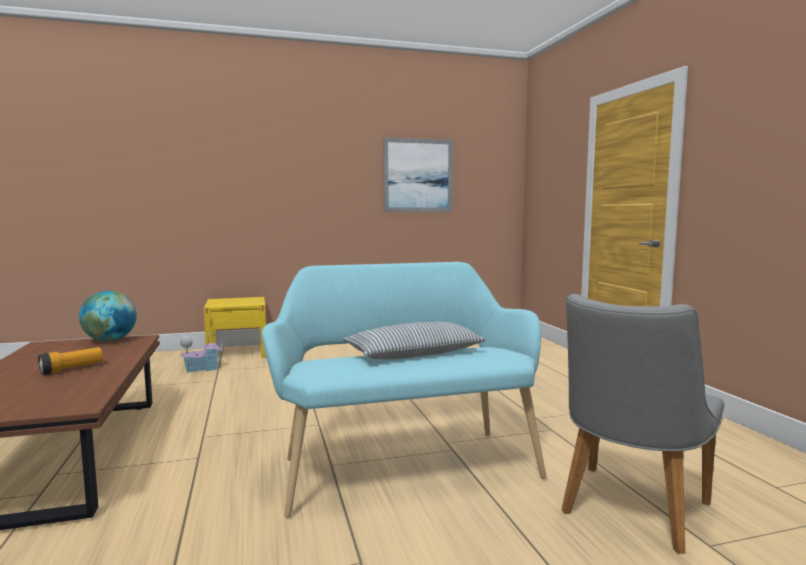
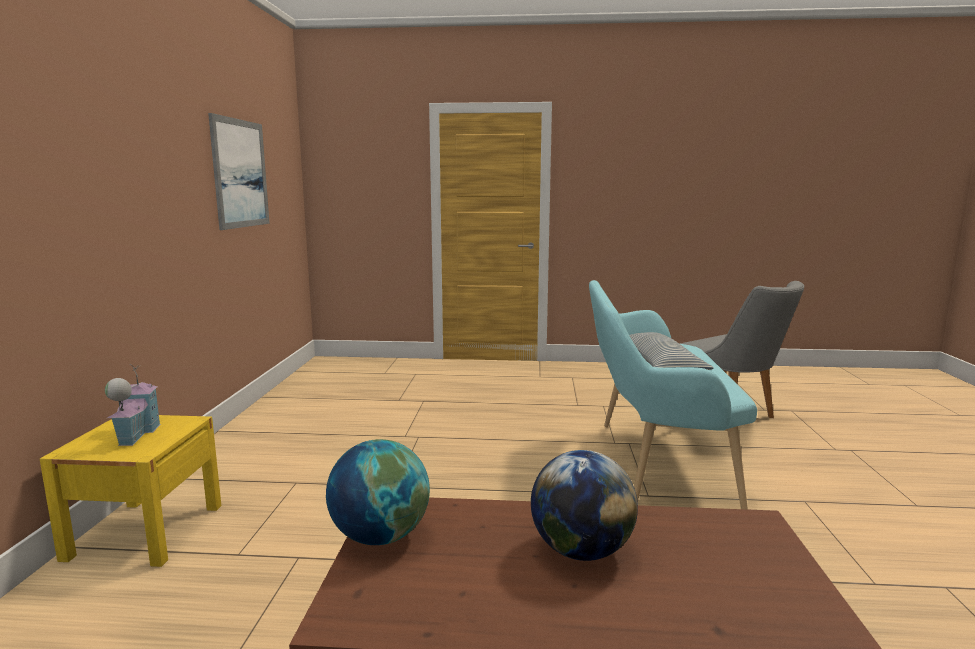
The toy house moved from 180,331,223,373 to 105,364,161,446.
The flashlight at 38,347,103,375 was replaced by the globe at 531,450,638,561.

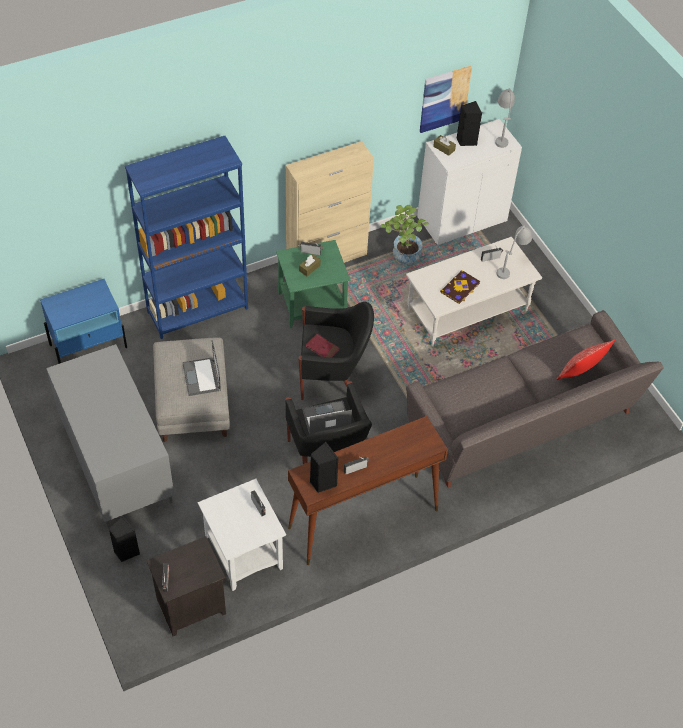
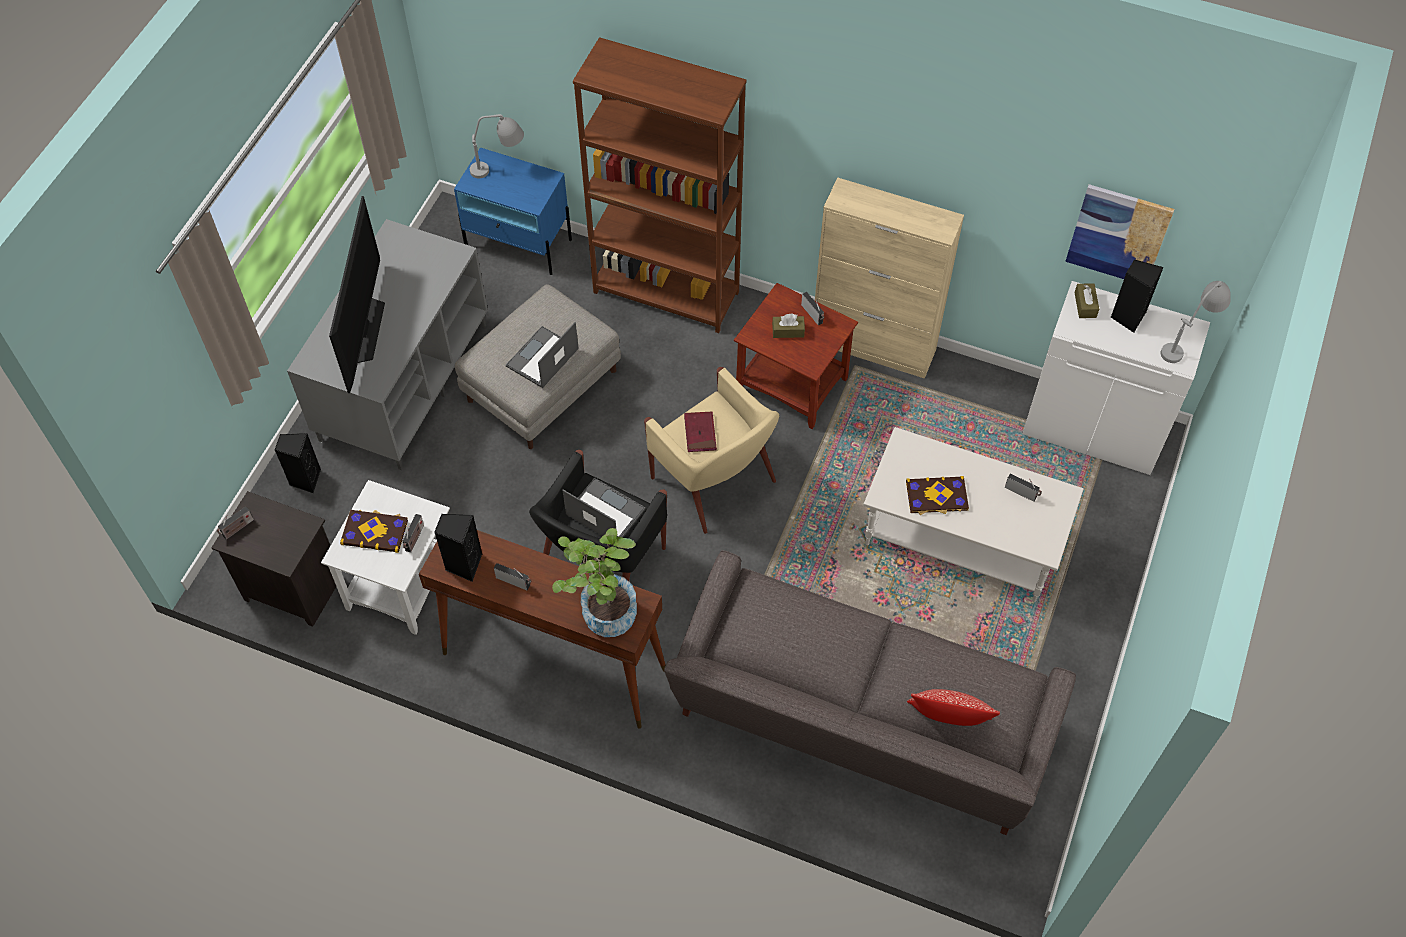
The bookcase in blue at 125,136,248,339 became the bookcase in brown at 573,37,747,333.
The potted plant moved from 380,205,429,265 to 552,528,637,637.
The table lamp in grey moved from 497,225,532,279 to 470,114,524,179.
The side table in green at 276,240,350,328 became the side table in brown at 734,283,858,429.
The armchair in black at 298,302,374,400 became the armchair in beige at 644,367,779,534.
The television at 329,196,385,393 appeared.
The book at 340,510,408,553 appeared.

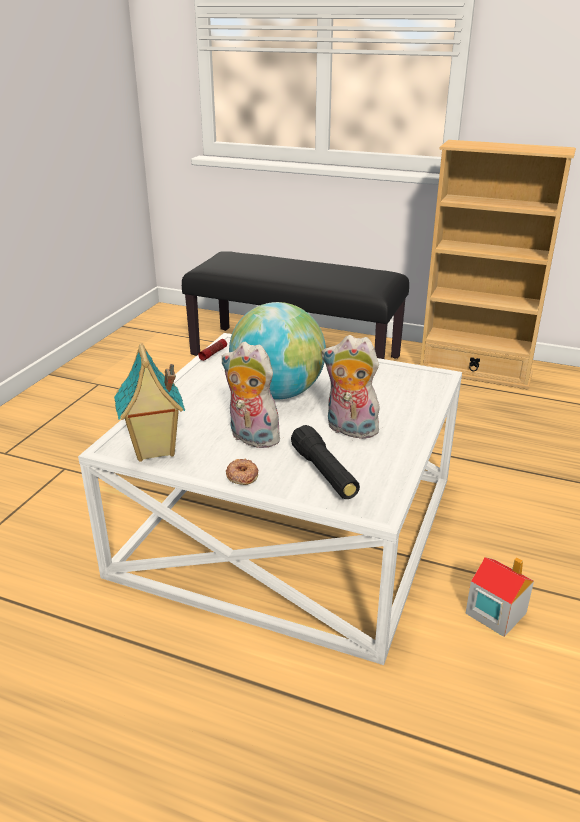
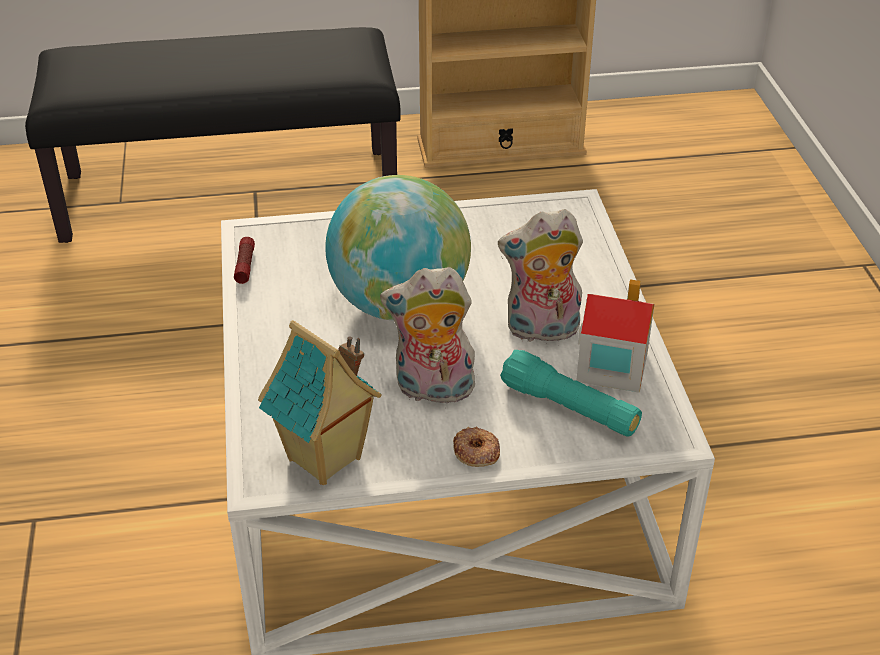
The flashlight in black at 291,425,360,499 became the flashlight in turquoise at 500,350,642,437.
The toy house moved from 465,557,534,637 to 576,279,655,393.

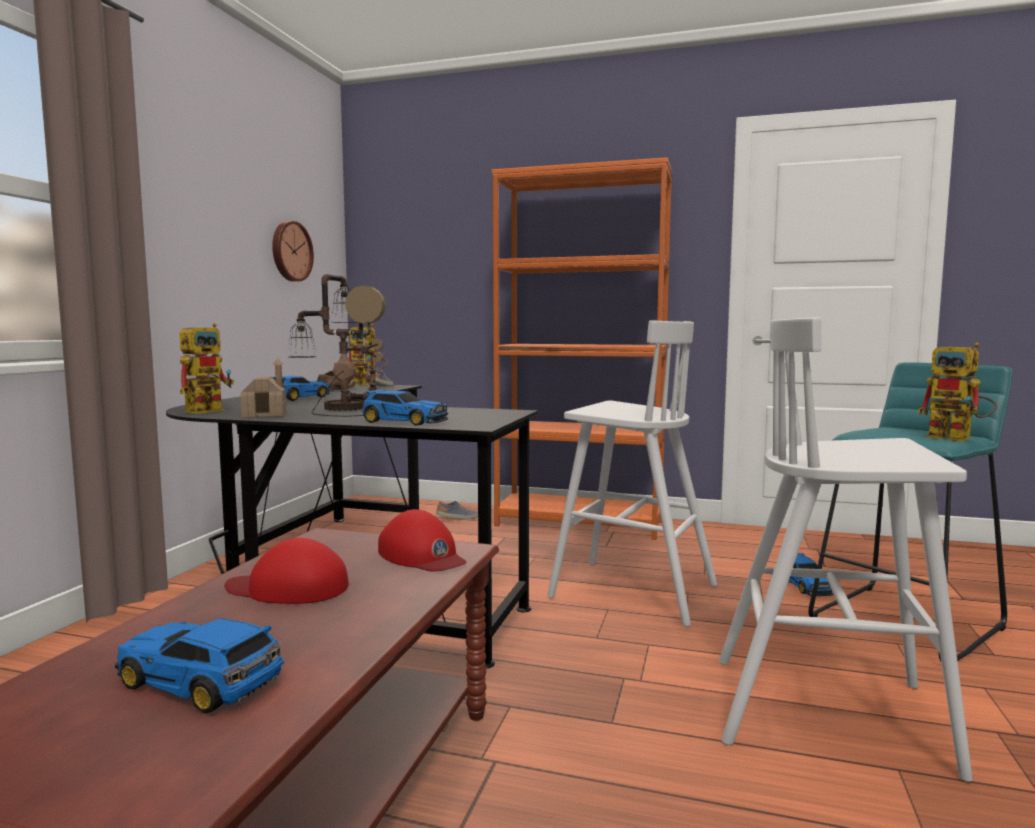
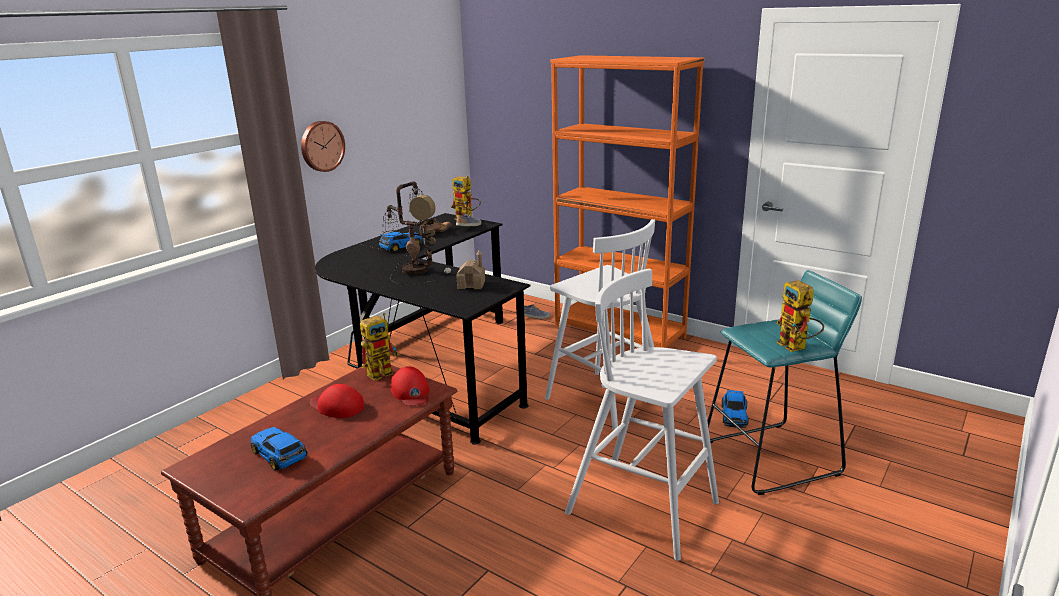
The wall clock moved from 272,221,314,282 to 301,121,345,172.
The toy robot moved from 179,323,234,414 to 360,313,399,381.
The toy house moved from 241,358,286,418 to 457,250,485,289.
The toy car at 361,389,448,426 disappeared.

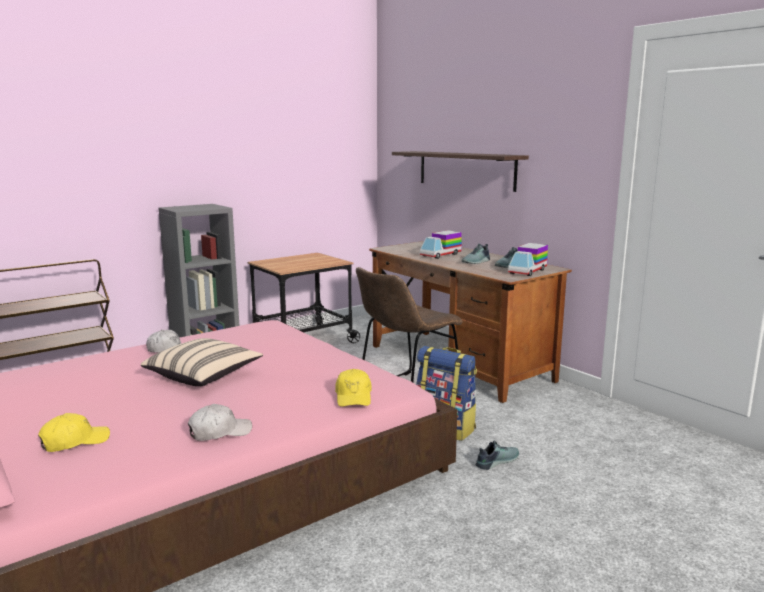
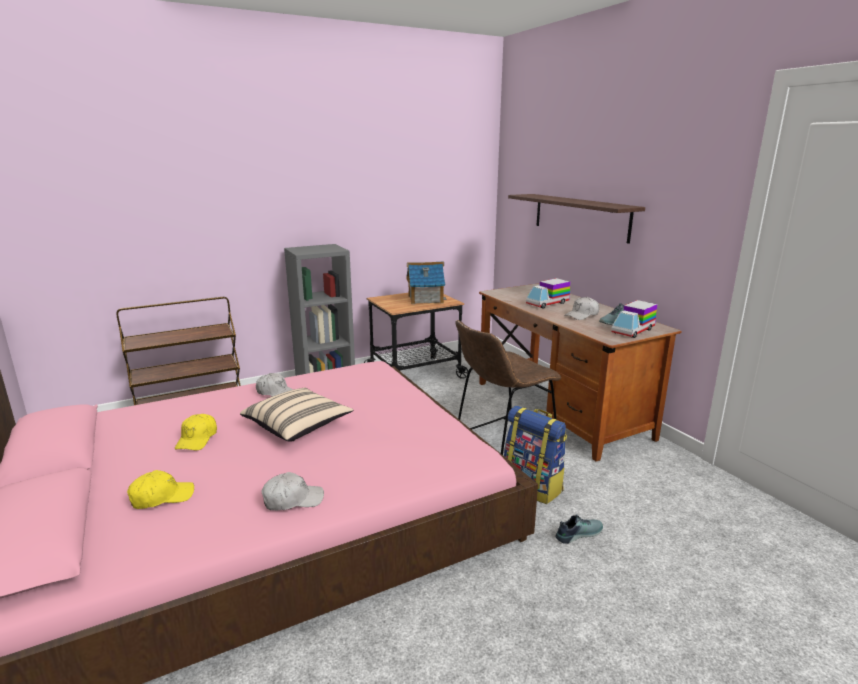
The shoe at 462,244,490,264 was replaced by the cap in white at 565,297,599,320.
The cap in yellow moved from 335,369,371,407 to 175,414,217,451.
The toy house at 406,261,447,305 appeared.

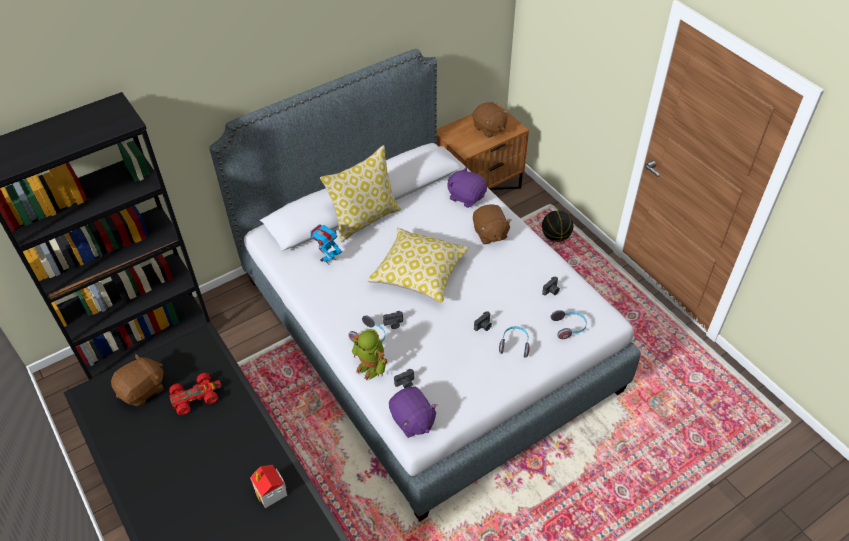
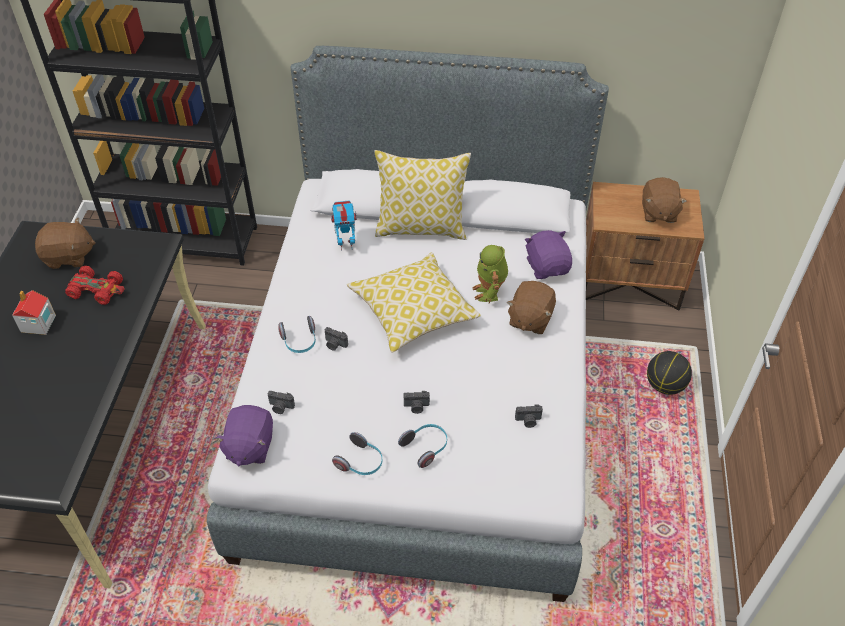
The headphones moved from 551,310,587,339 to 332,432,382,475.
The toy robot moved from 352,329,387,380 to 472,245,508,303.
The toy house moved from 250,465,287,508 to 12,290,56,335.

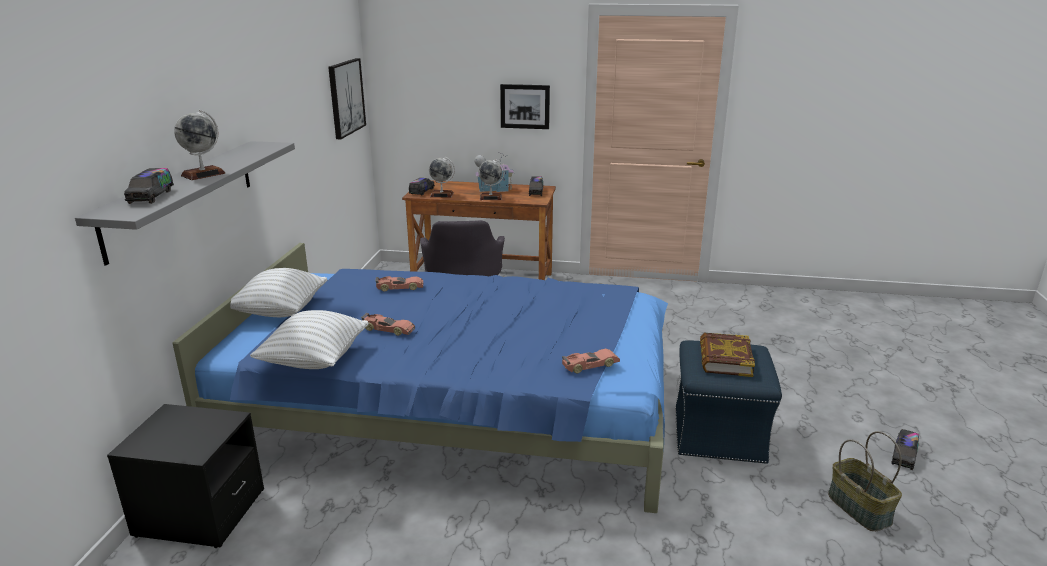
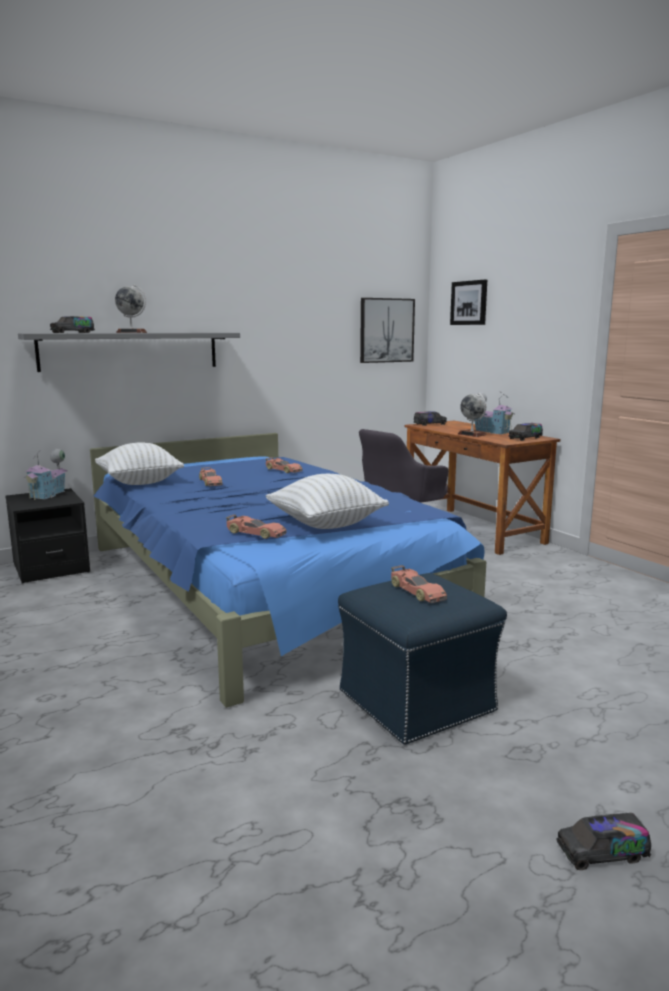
The picture moved from 500,84,550,129 to 450,280,487,325.
The globe at 429,157,455,198 disappeared.
The pillow in white moved from 230,268,327,317 to 266,474,389,529.
The book at 700,333,755,377 was replaced by the toy car at 391,565,447,603.
The basket at 828,431,902,531 disappeared.
The toy house at 24,449,67,500 appeared.

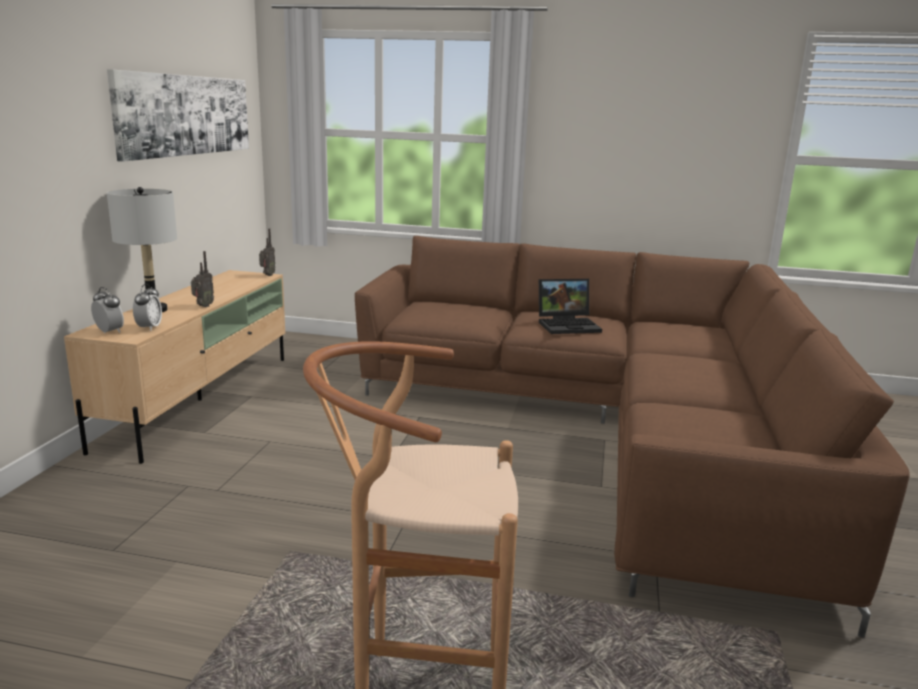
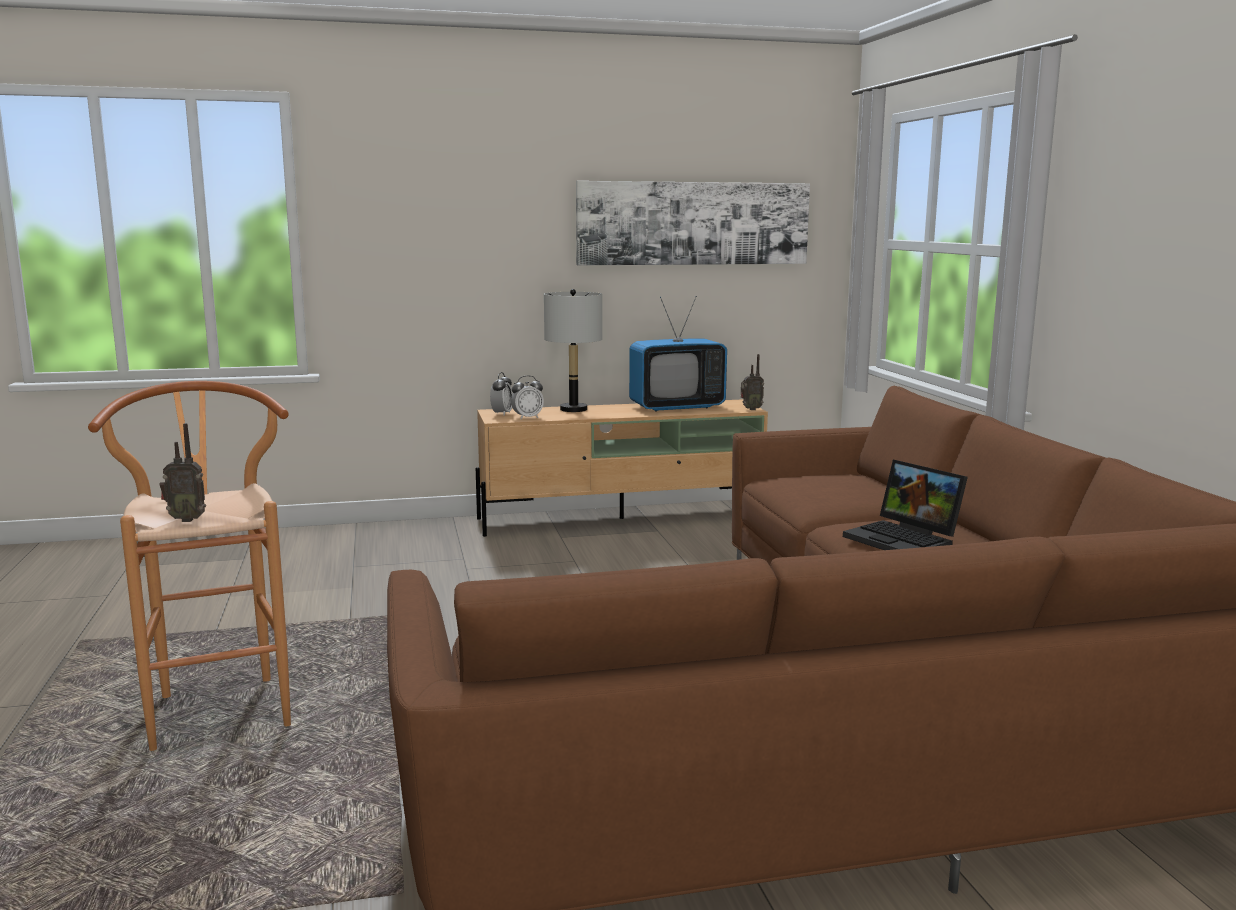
The radio moved from 191,251,214,307 to 160,423,206,522.
The television at 629,296,727,411 appeared.

